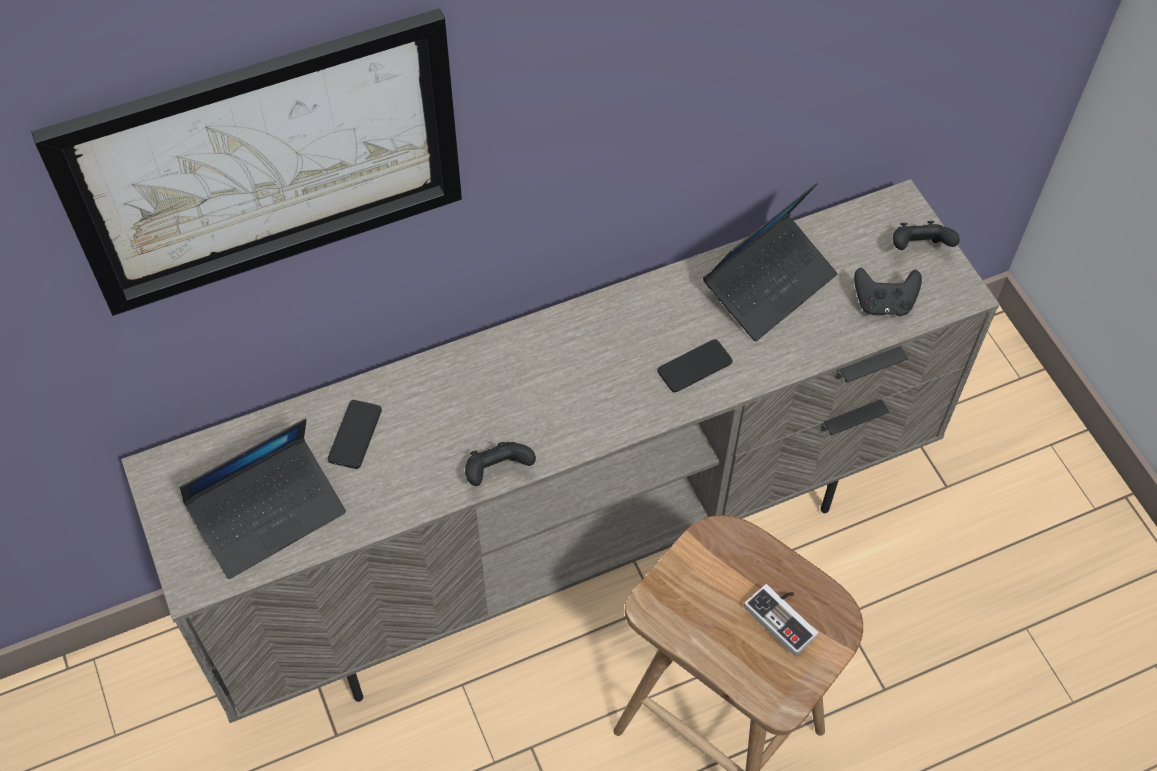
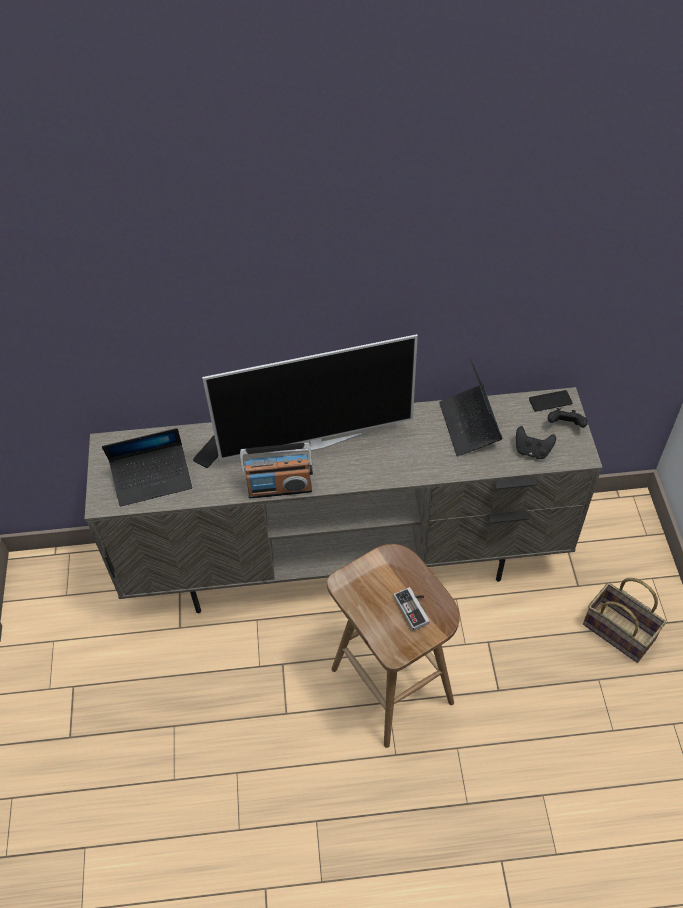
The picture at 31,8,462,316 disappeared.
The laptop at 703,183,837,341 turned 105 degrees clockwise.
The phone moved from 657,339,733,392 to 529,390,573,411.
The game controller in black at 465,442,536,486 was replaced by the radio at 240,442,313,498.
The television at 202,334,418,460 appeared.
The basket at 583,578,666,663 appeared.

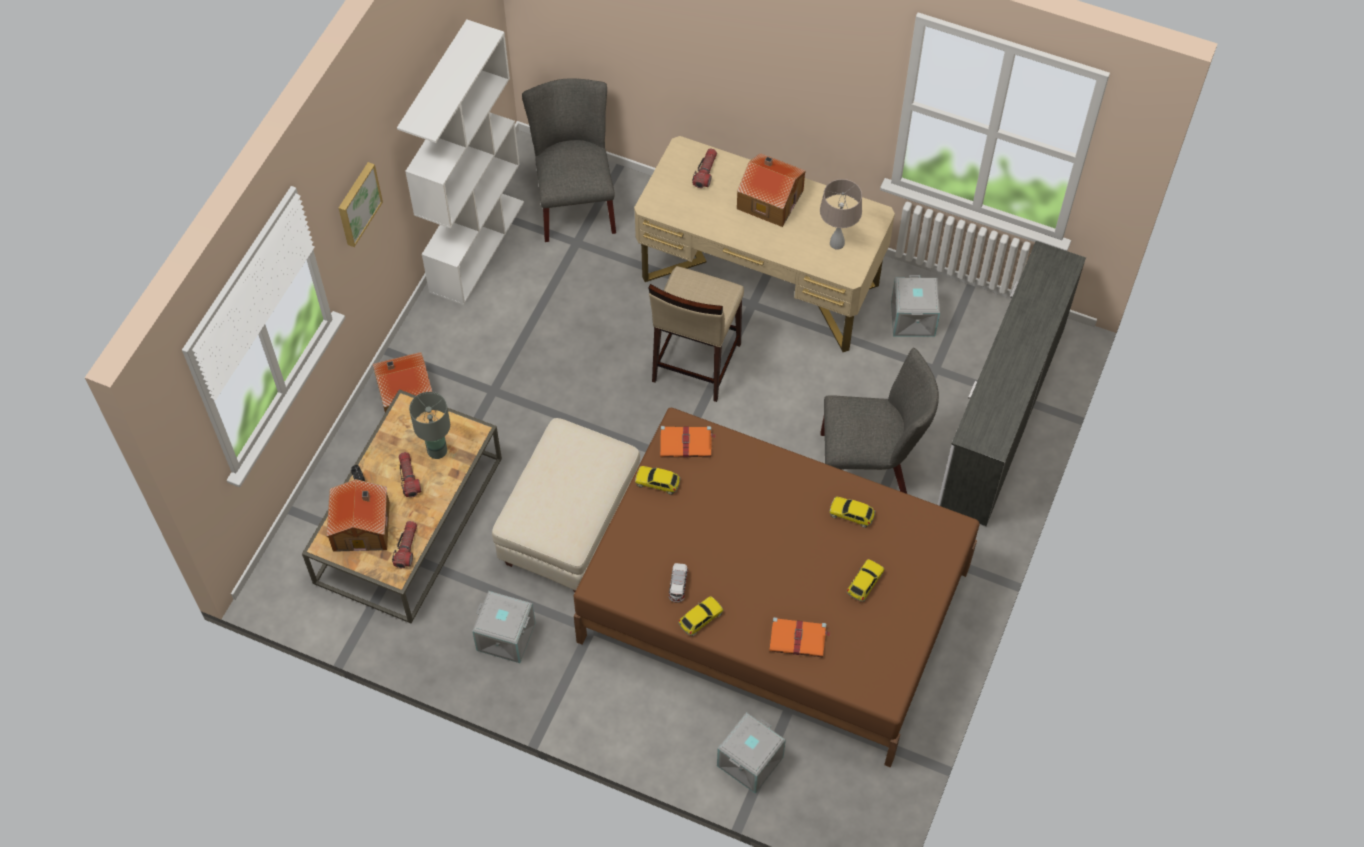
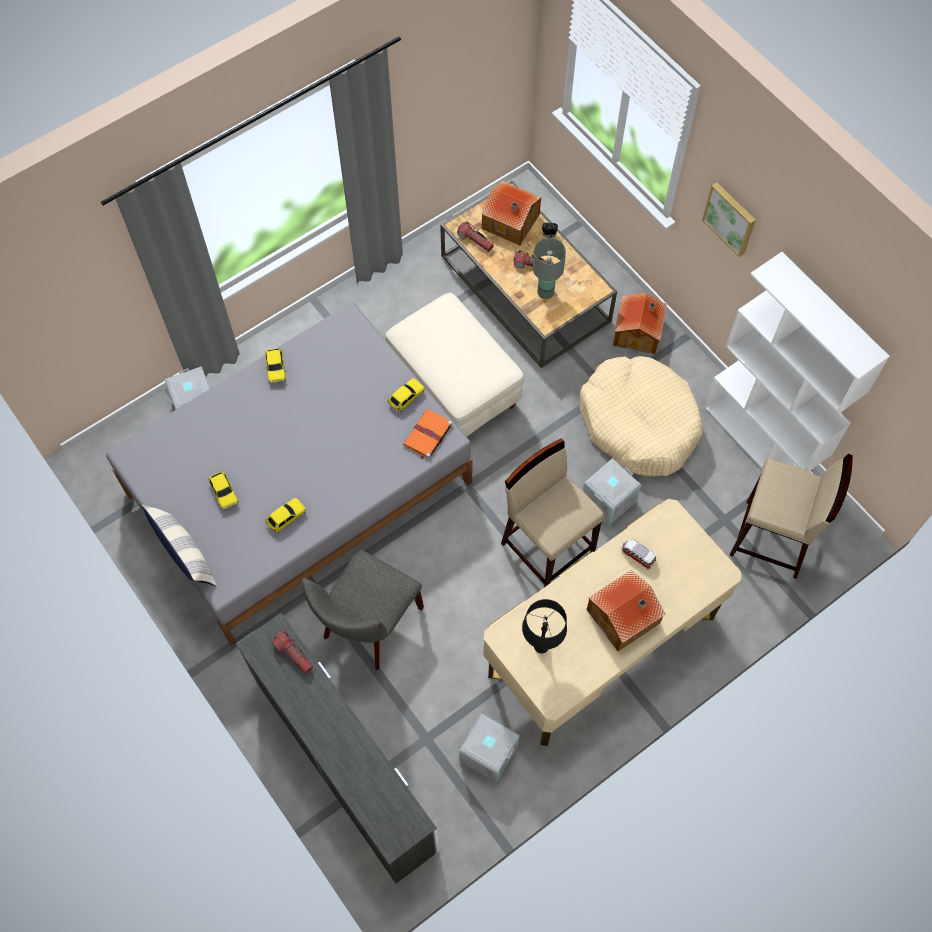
The chair in grey at 522,79,616,242 was replaced by the stool in beige at 729,454,853,579.
The flashlight moved from 692,148,717,188 to 272,630,313,674.
The table lamp in beige at 820,179,862,250 became the table lamp in black at 522,599,567,653.
The bed in brown at 574,408,979,768 became the bed in grey at 106,302,472,646.
The toy car moved from 669,563,688,603 to 622,538,656,569.
The storage box in grey moved from 472,591,536,663 to 583,458,641,526.
The book in orange at 769,617,831,657 disappeared.
The dog bed in beige at 579,356,703,477 appeared.
The pillow at 141,505,217,587 appeared.

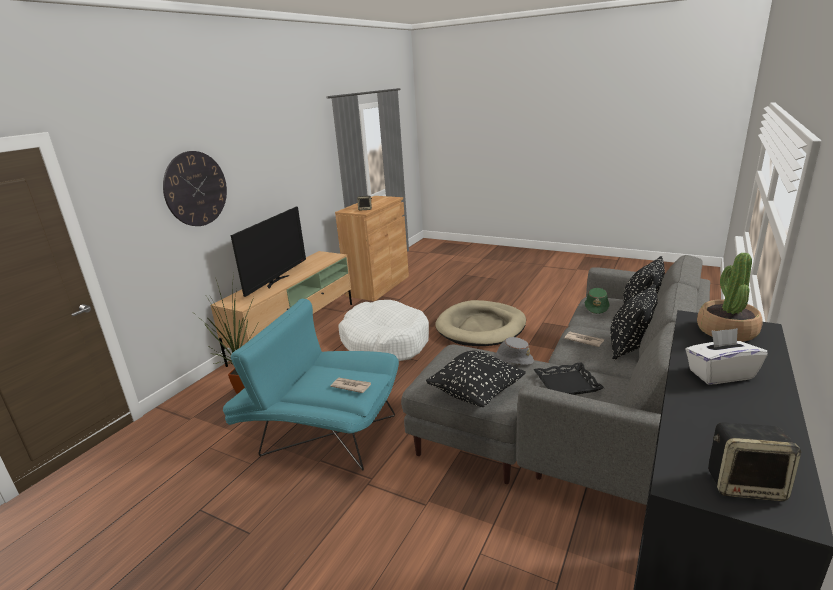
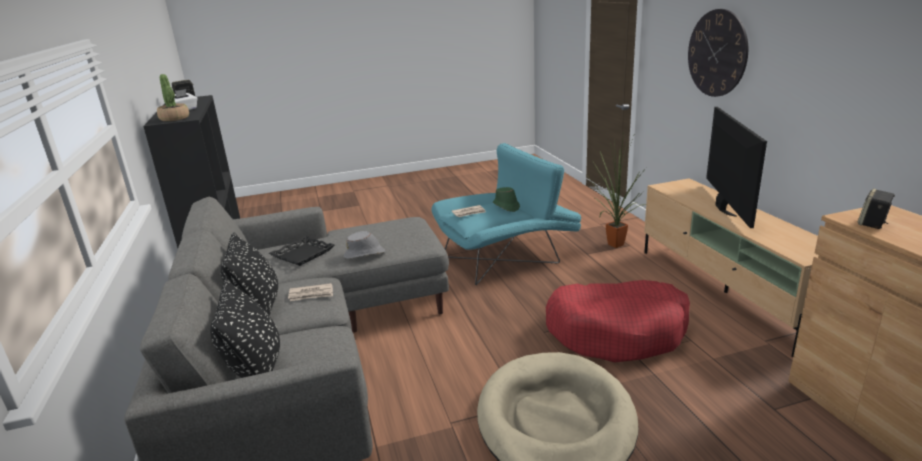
The television at 231,207,306,297 turned 150 degrees counterclockwise.
The hat in green moved from 585,288,610,314 to 493,187,520,212.
The dog bed in white at 339,300,429,361 became the dog bed in red at 546,280,690,362.
The pillow in black at 426,351,526,407 disappeared.

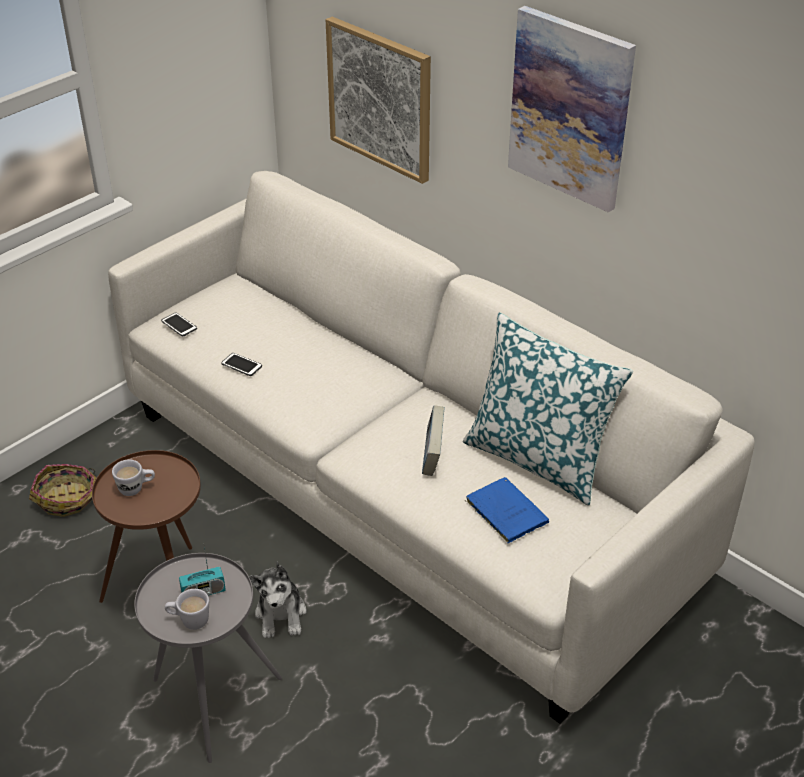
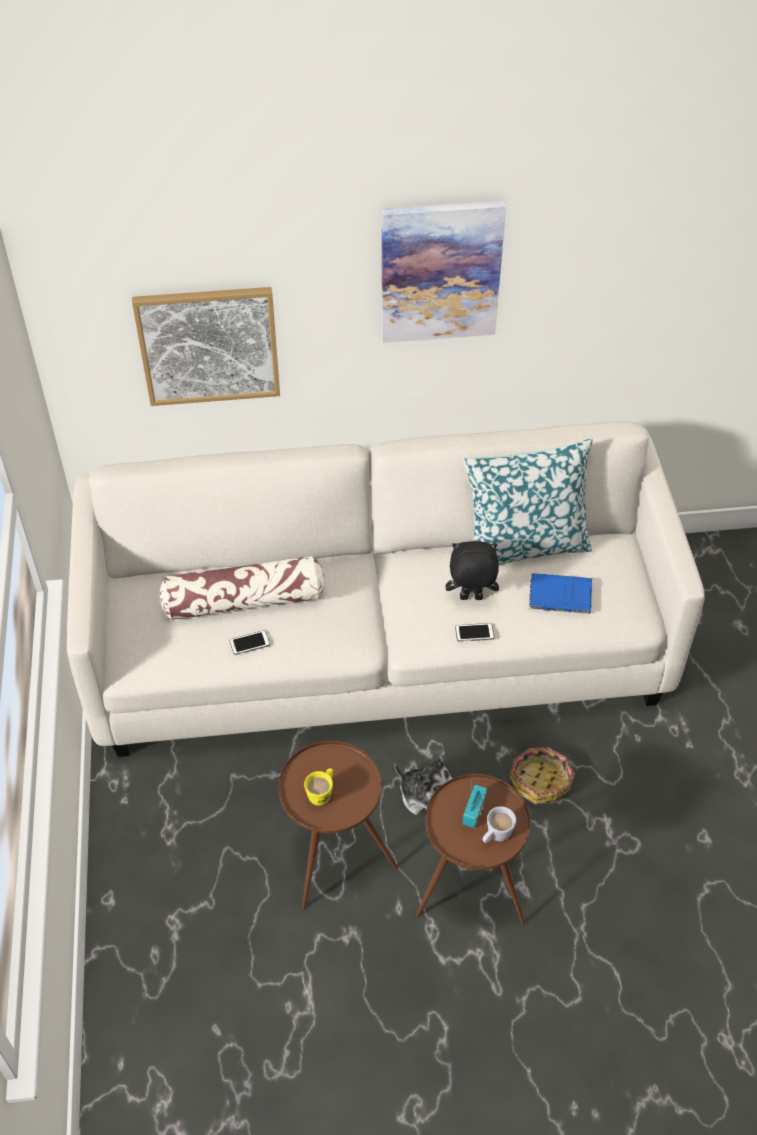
The phone moved from 161,313,197,337 to 455,623,494,642.
The book at 422,405,445,476 was replaced by the plush toy in black at 446,541,499,600.
The mug in white at 112,460,155,496 became the mug in yellow at 304,768,333,806.
The basket moved from 29,464,96,517 to 510,745,575,805.
The side table in grey at 134,553,282,763 became the side table in brown at 416,774,531,924.
The pillow at 159,556,324,620 appeared.

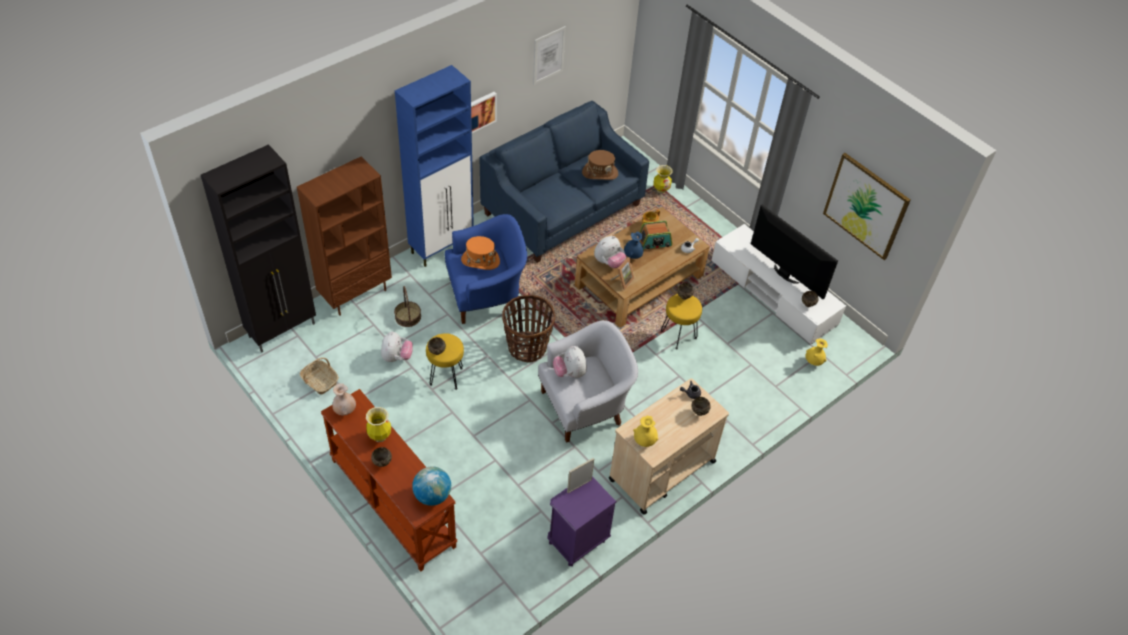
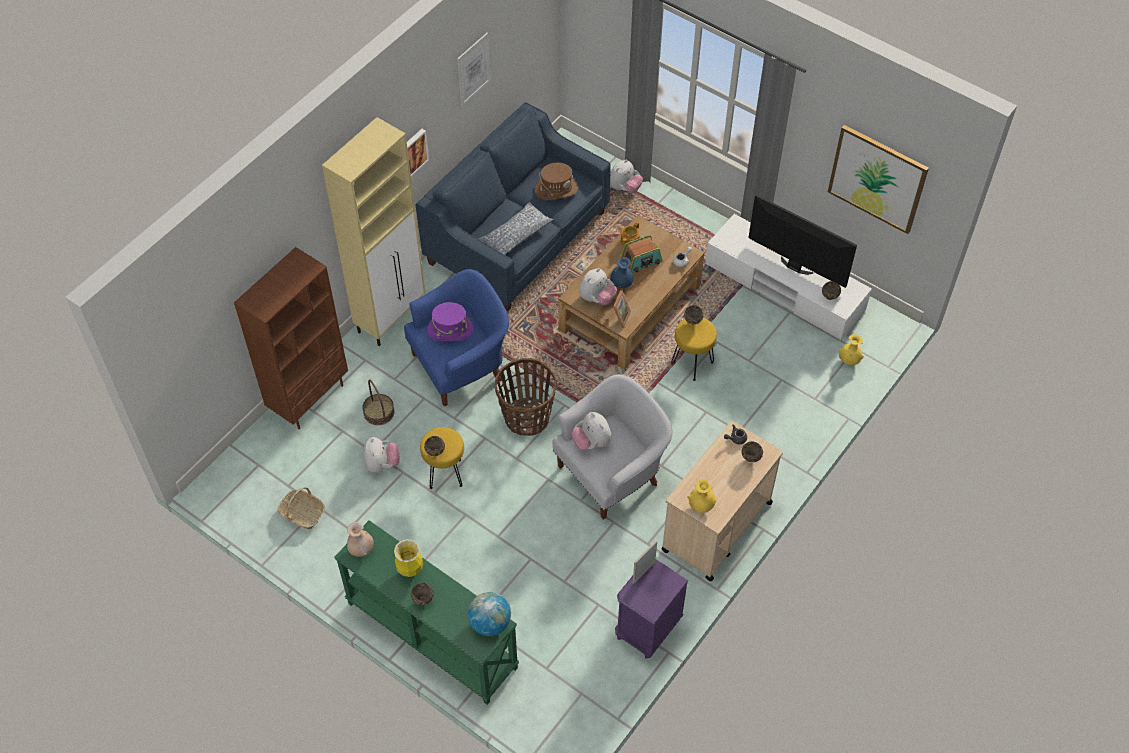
The cabinet in blue at 395,65,474,267 became the cabinet in beige at 322,117,425,346.
The cabinet in black at 201,144,316,353 disappeared.
The vase at 653,165,673,193 was replaced by the plush toy at 610,159,643,193.
The hat in orange at 461,236,500,270 became the hat in purple at 427,302,473,341.
The console table in brown at 321,389,458,572 became the console table in green at 334,520,519,705.
The pillow at 479,202,554,255 appeared.

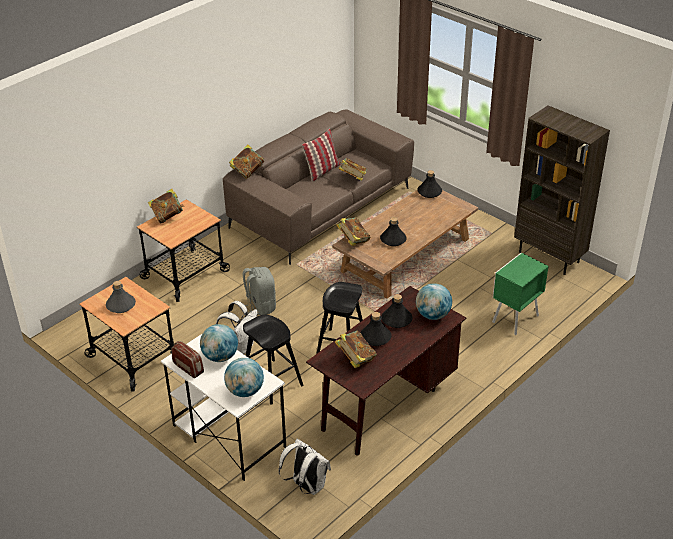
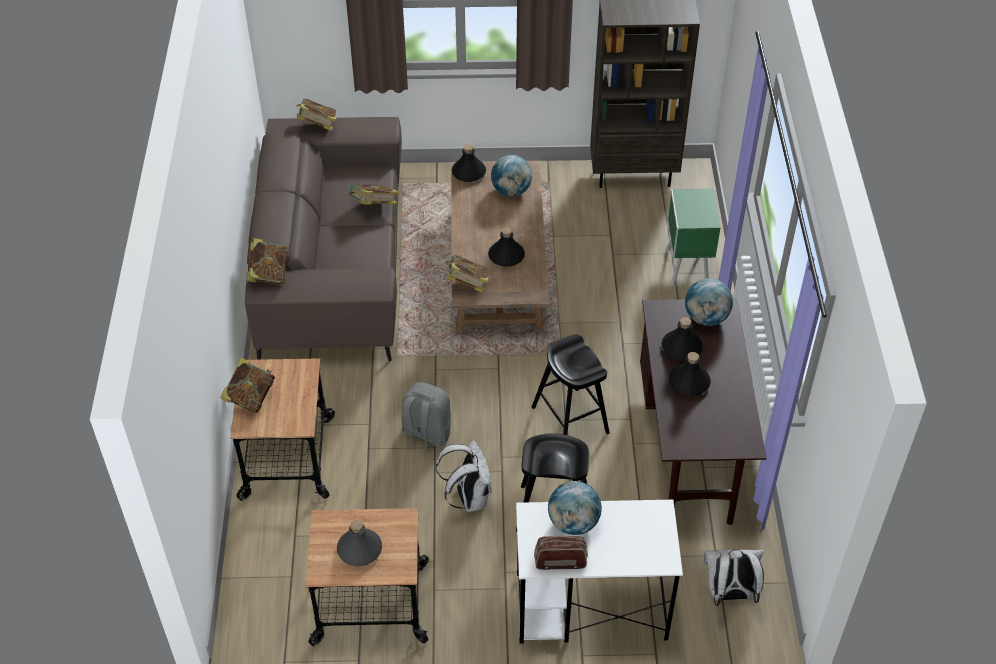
The pillow at 302,129,341,182 disappeared.
The book moved from 335,331,377,368 to 297,98,336,131.
The globe moved from 224,358,264,397 to 491,155,532,197.

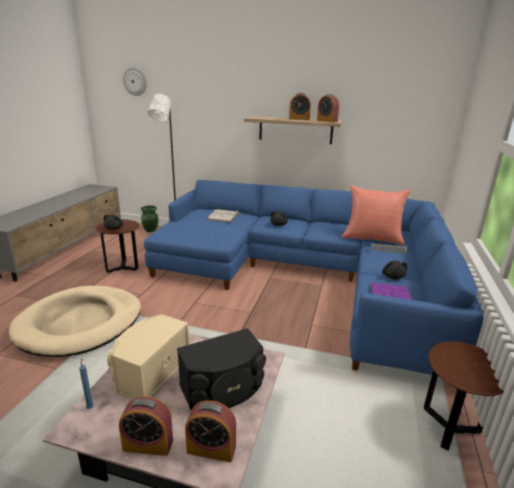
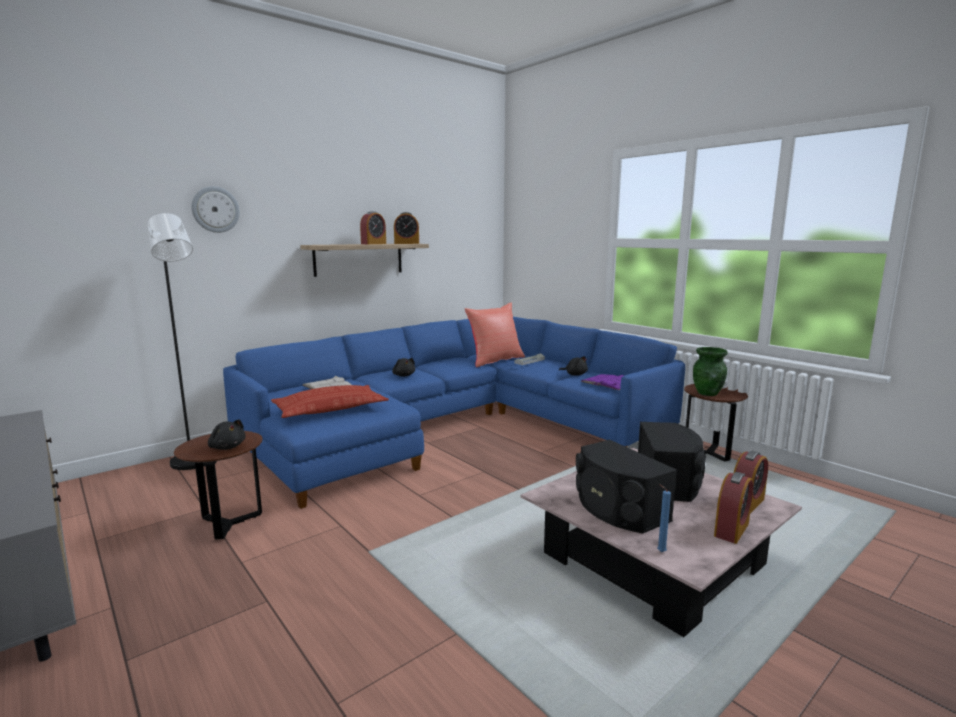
The wall clock moved from 123,67,147,96 to 191,186,240,233.
The vase in green moved from 141,205,158,232 to 693,347,728,396.
The dog bed in beige at 9,286,141,357 disappeared.
The speaker in beige at 107,314,189,400 became the speaker in black at 576,439,677,533.
The pillow at 271,385,389,418 appeared.

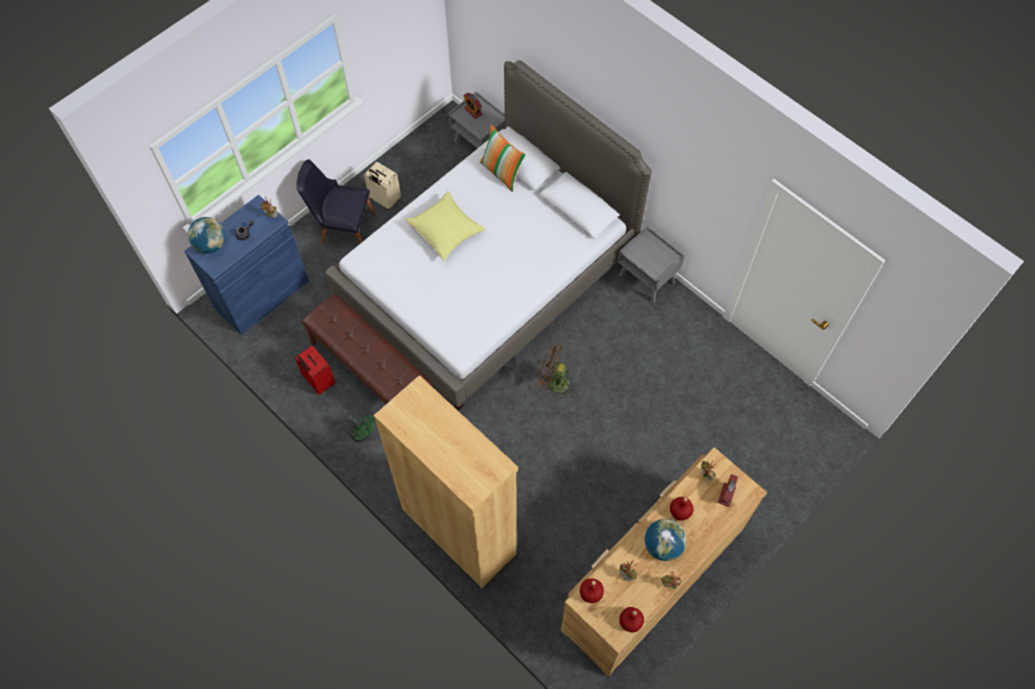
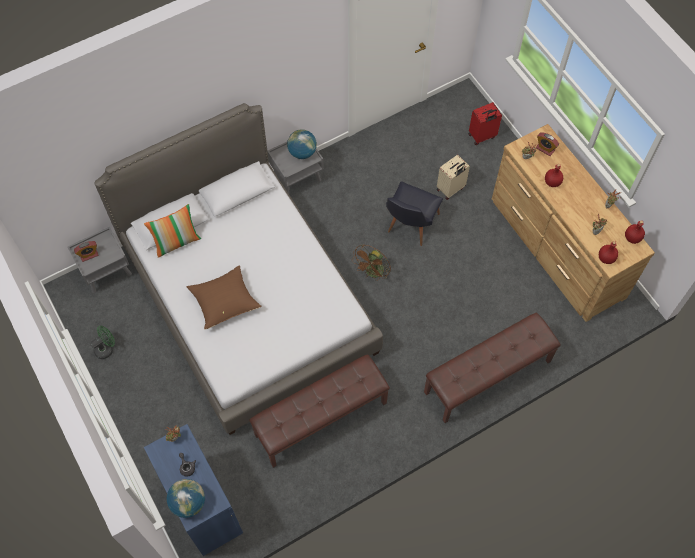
The chair in black moved from 296,159,376,243 to 386,181,443,246.
The suitcase in beige moved from 364,162,401,210 to 437,155,470,200.
The pillow in yellow at 406,191,486,261 became the pillow in brown at 187,265,261,329.
The suitcase in red moved from 295,345,335,395 to 469,102,502,145.
The bookcase in brown at 374,375,518,588 was replaced by the bench in brown at 424,313,561,423.
The fan in green moved from 348,415,375,442 to 90,326,115,359.
The globe moved from 645,519,687,561 to 287,129,317,159.

